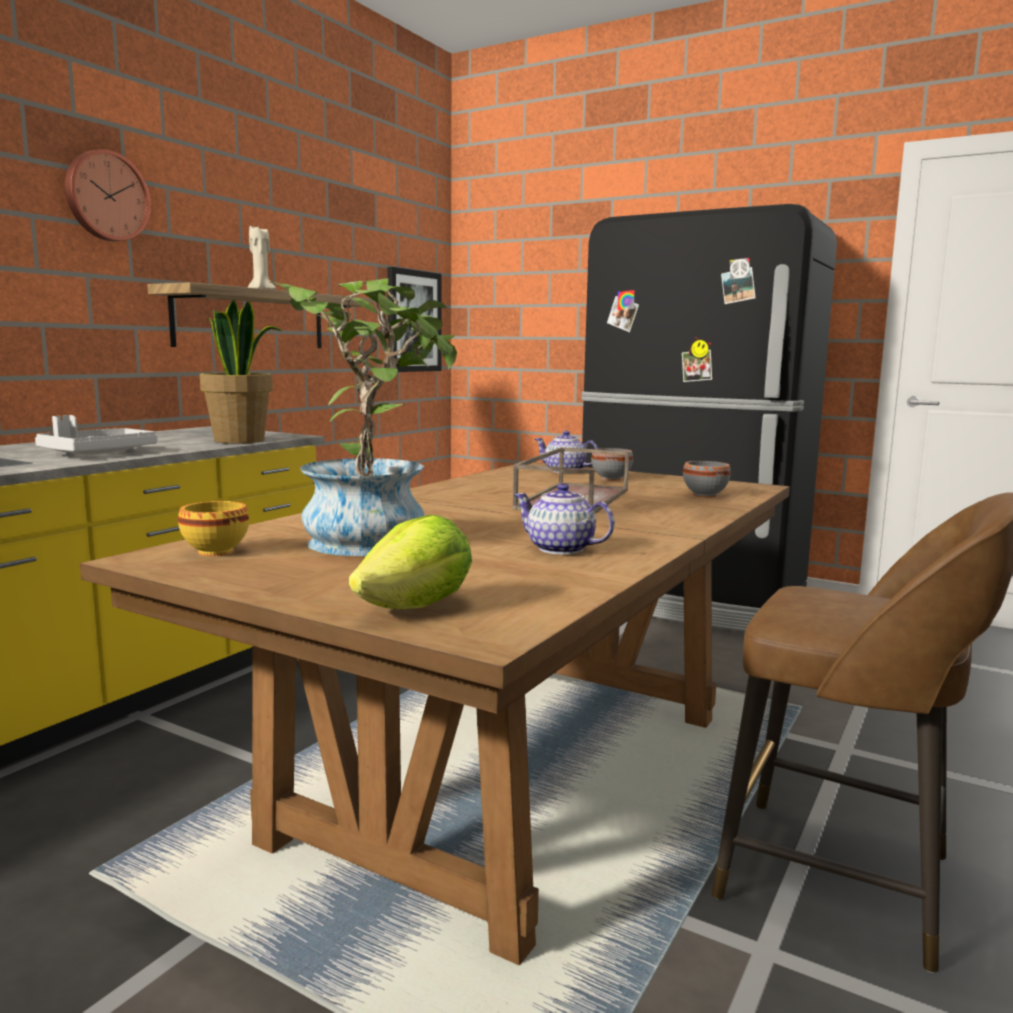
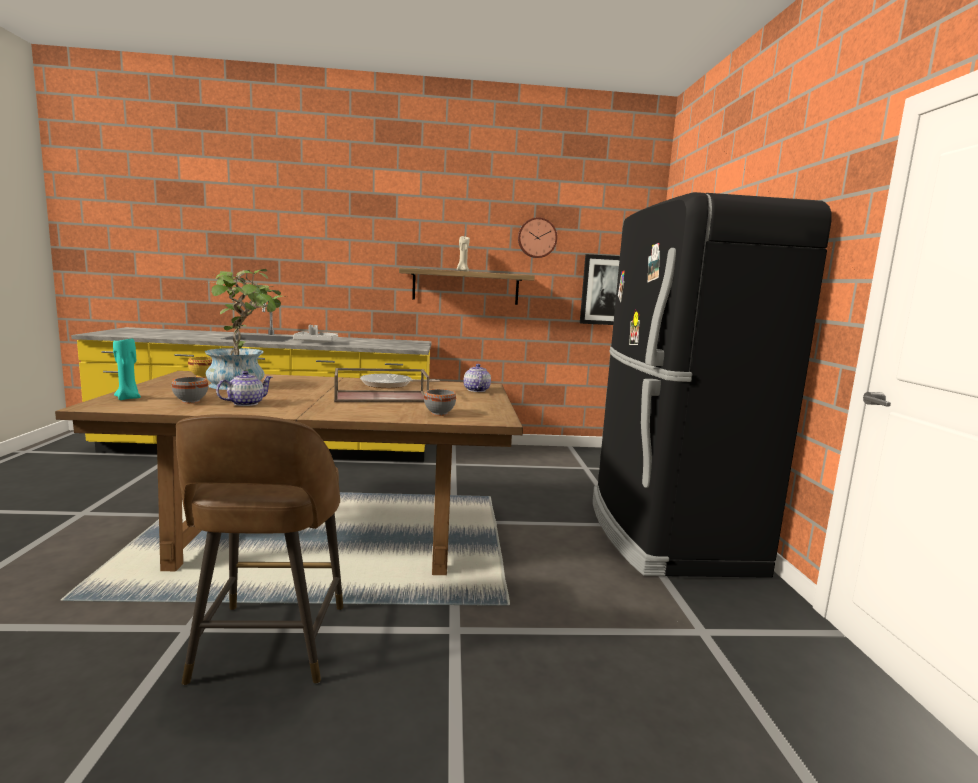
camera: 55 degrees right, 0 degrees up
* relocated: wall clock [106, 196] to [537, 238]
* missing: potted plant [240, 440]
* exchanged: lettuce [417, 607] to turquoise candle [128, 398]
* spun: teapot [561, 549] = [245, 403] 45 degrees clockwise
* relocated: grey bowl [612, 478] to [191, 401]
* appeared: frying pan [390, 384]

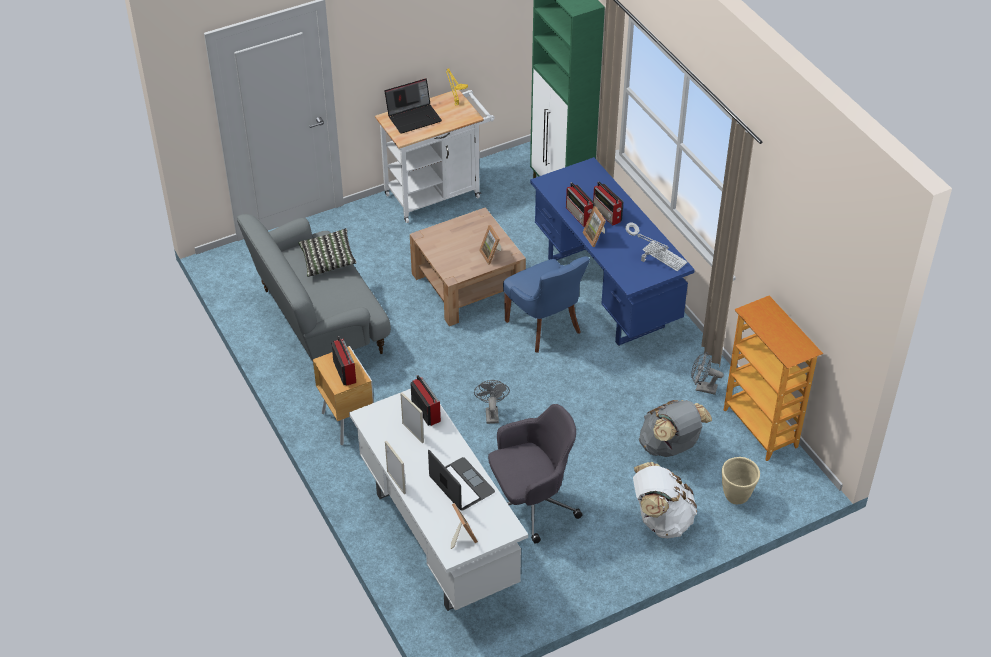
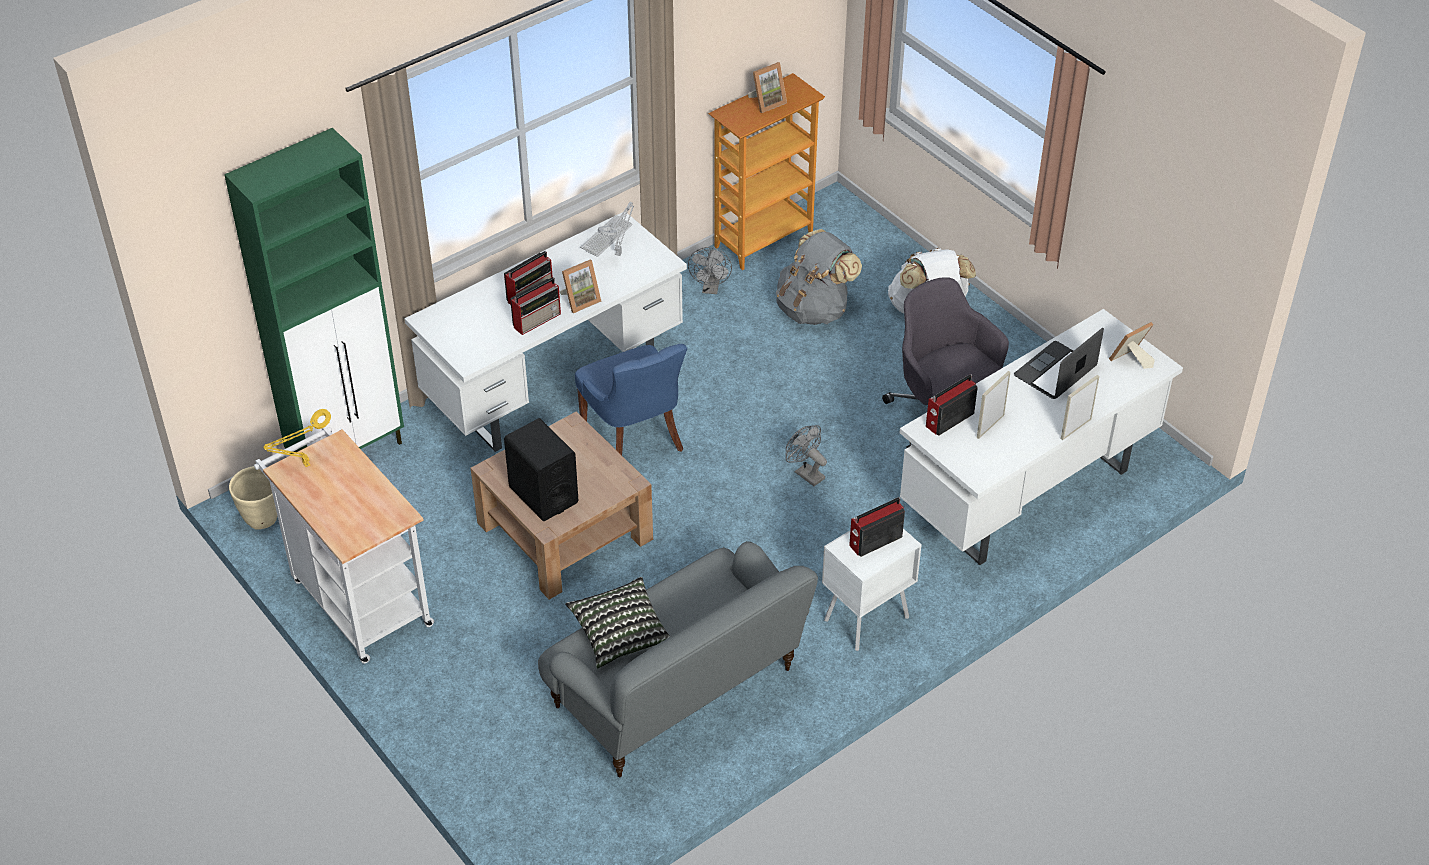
camera: 100 degrees left, 0 degrees up
* colour: brown nightstand [347, 422] to white nightstand [864, 619]
* missing: laptop [414, 117]
* spun: grey fan [491, 413] = [805, 473] 60 degrees clockwise
* relocated: picture frame [492, 255] to [767, 102]
* spun: blue chair [545, 327] = [634, 440] 105 degrees clockwise
* colour: blue desk [606, 292] to white desk [555, 387]
* relocated: beige planter [736, 497] to [262, 519]
* appeared: black speaker [543, 495]

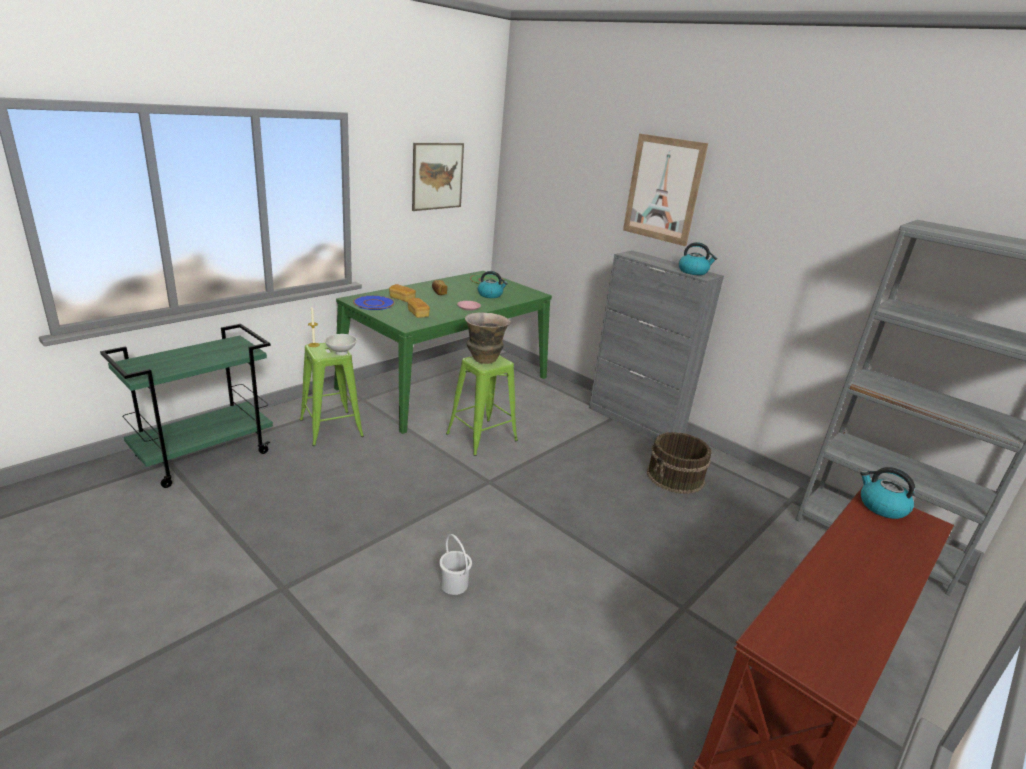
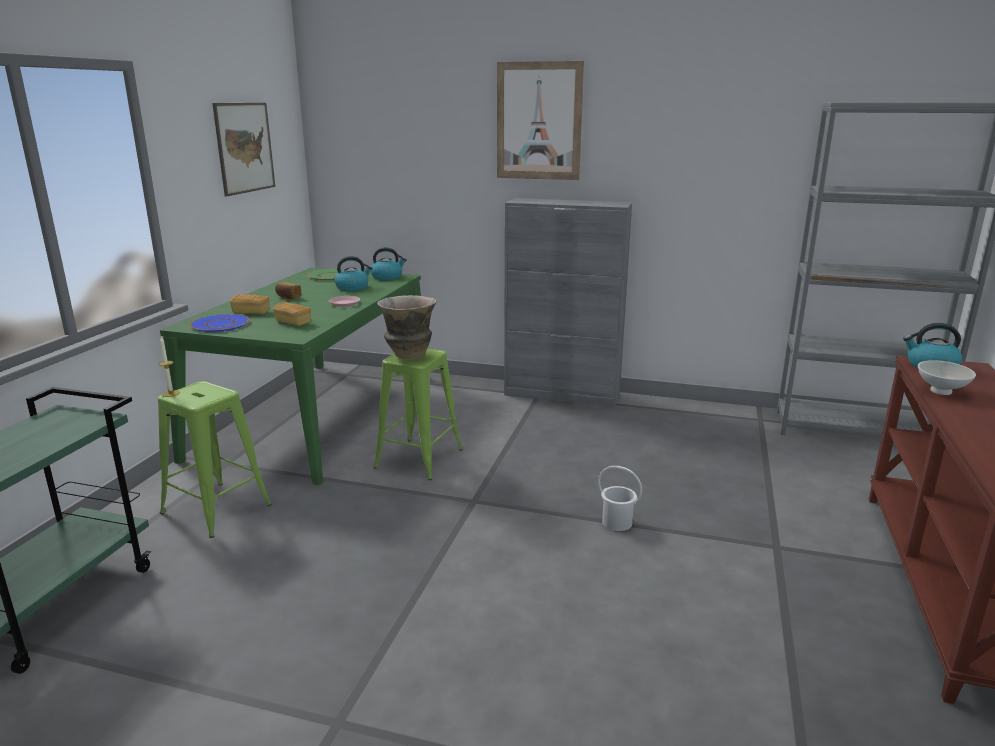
camera: 25 degrees left, 5 degrees down
* relocated: white bowl [341, 353] to [942, 391]
* relocated: white bucket [454, 584] to [617, 522]
* missing: brown bucket [675, 477]
* relocated: kettle [693, 272] to [387, 277]

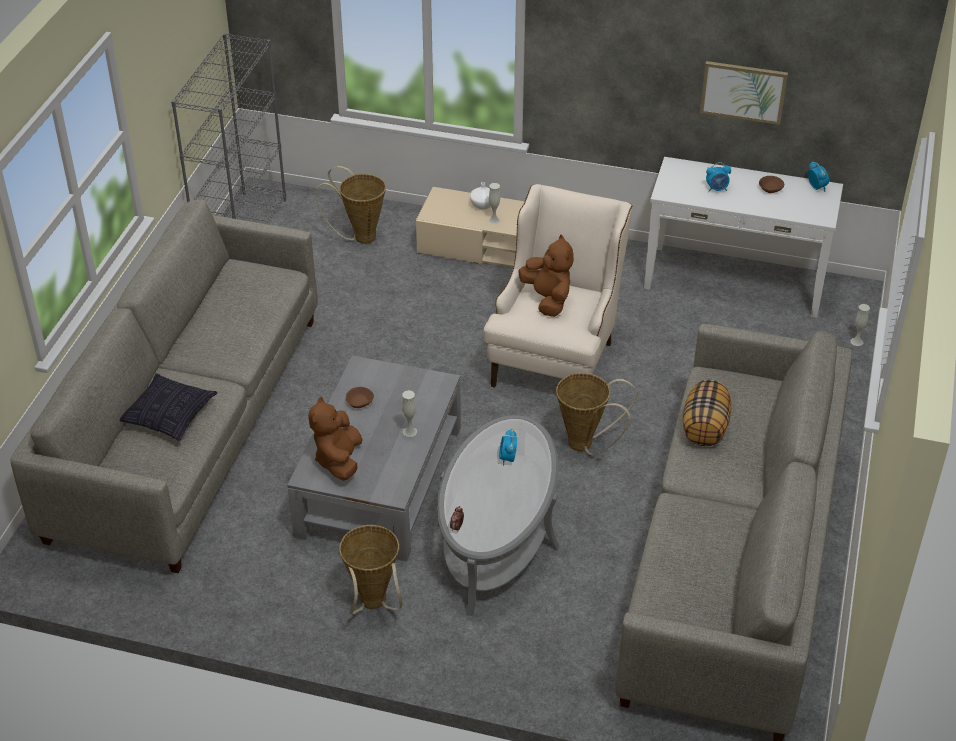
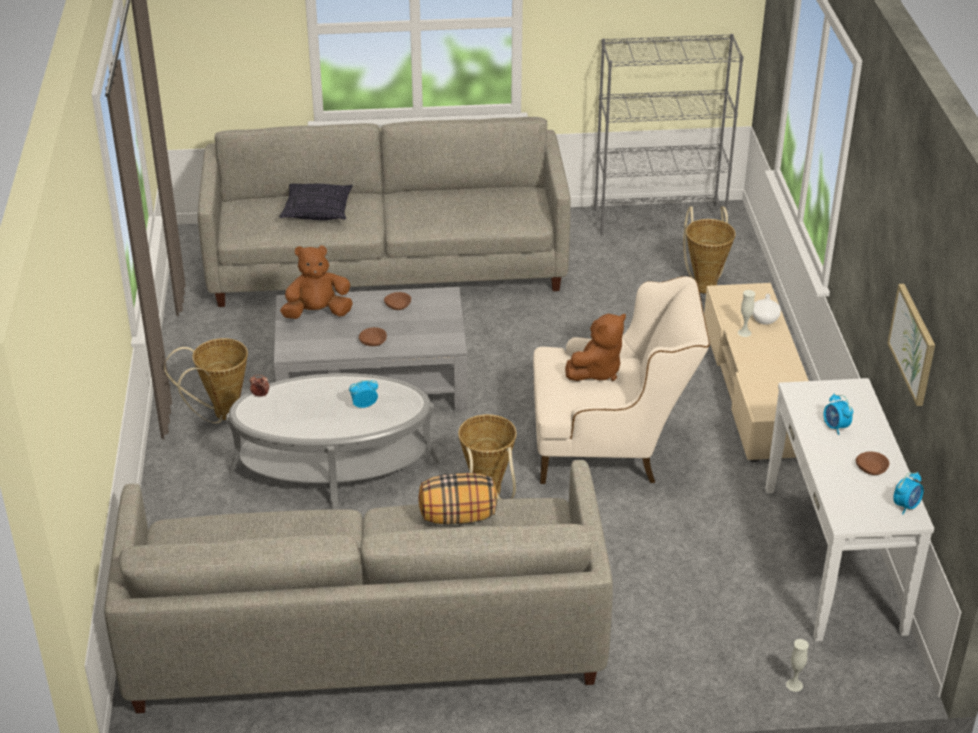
camera: 70 degrees right, 5 degrees down
* exchanged: white vase [410, 431] to brown bowl [373, 342]

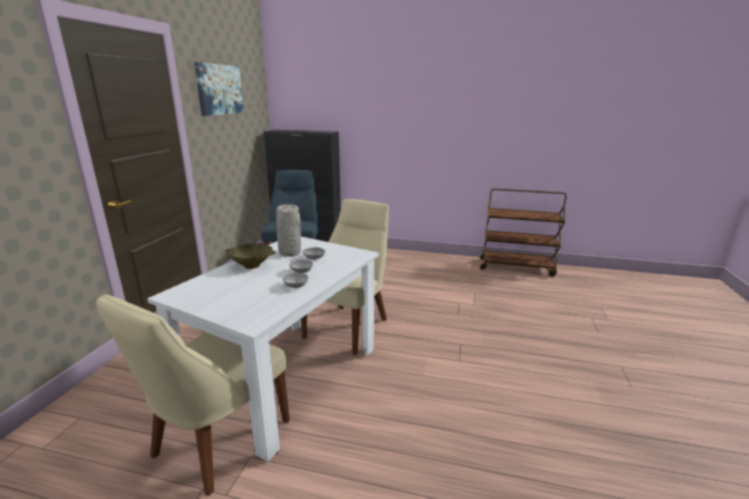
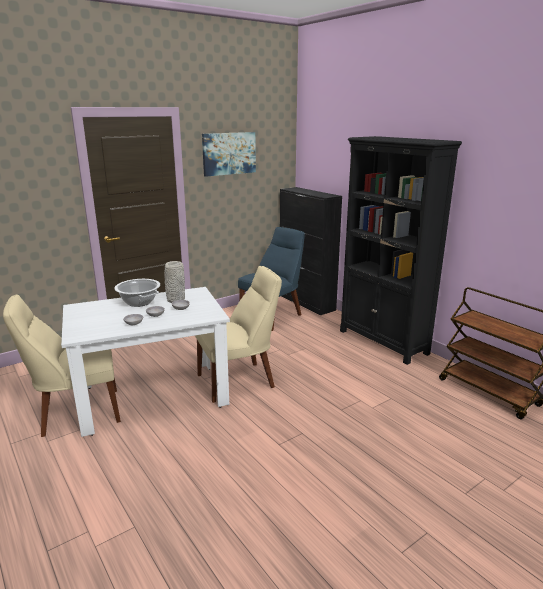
camera: 40 degrees right, 0 degrees up
* exchanged: beige bowl [252, 265] to cooking pot [139, 302]
* appeared: black bookcase [383, 342]

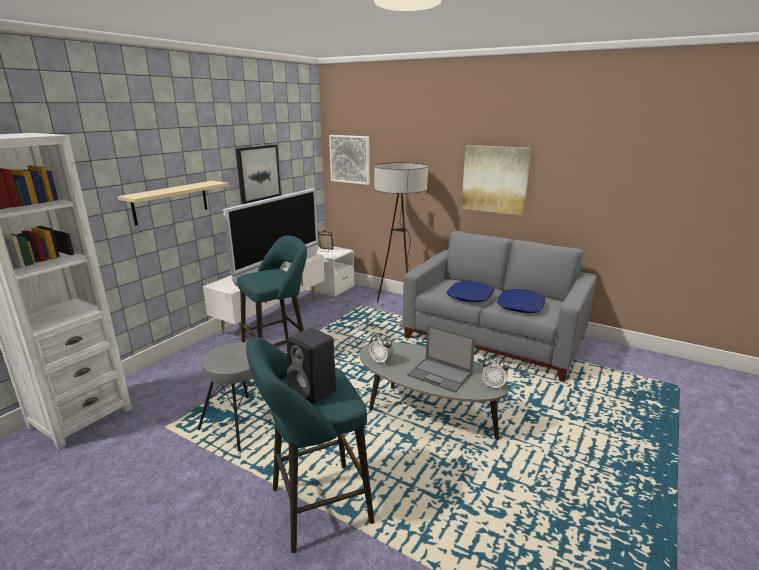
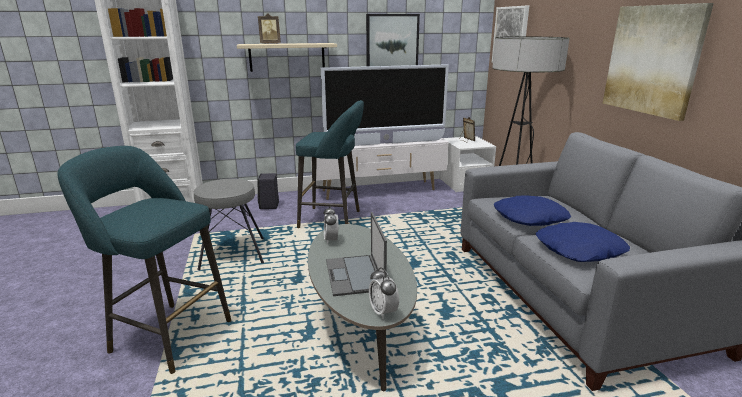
camera: 45 degrees right, 0 degrees up
* relocated: black speaker [314, 391] to [269, 206]
* appeared: picture frame [270, 44]

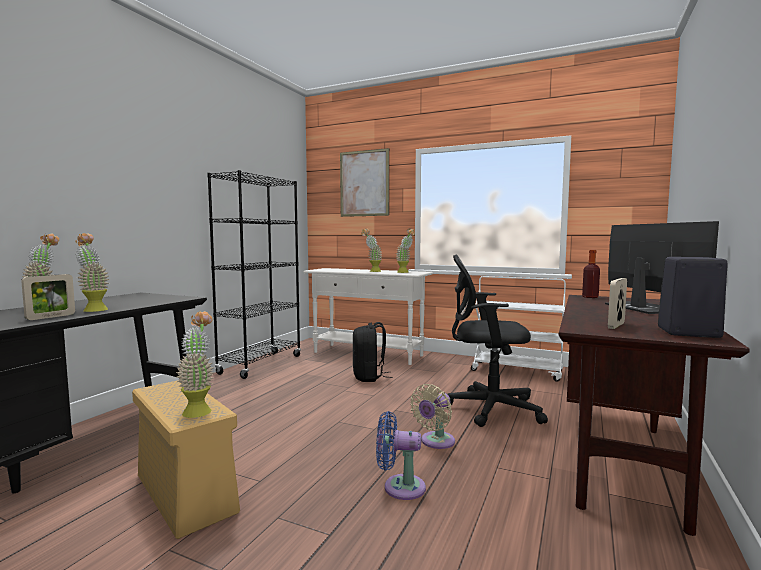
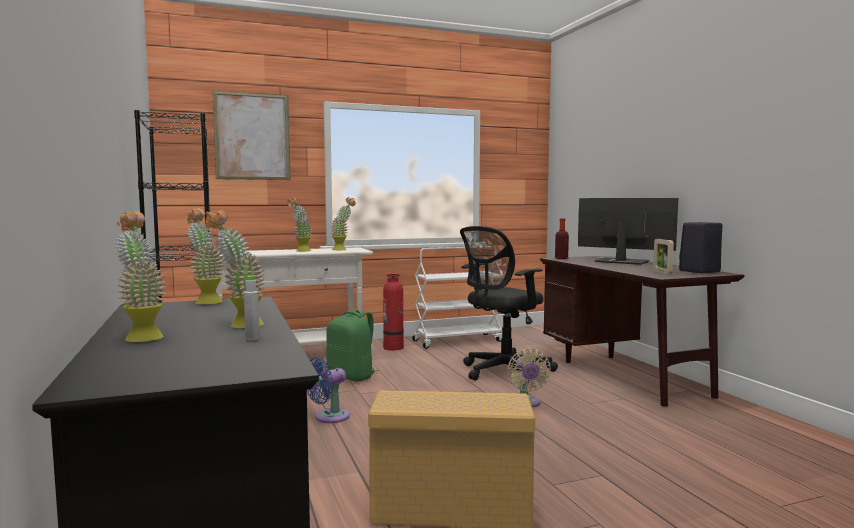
camera: 45 degrees left, 0 degrees up
* exchanged: picture frame [51, 317] to grey bottle [252, 338]
* relocated: potted plant [199, 409] to [205, 301]
* colour: black backpack [369, 377] to green backpack [352, 376]
* relocated: blue fan [399, 487] to [328, 417]
* appeared: fire extinguisher [393, 347]

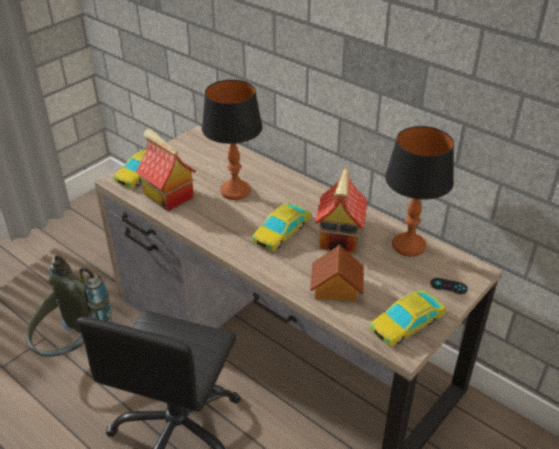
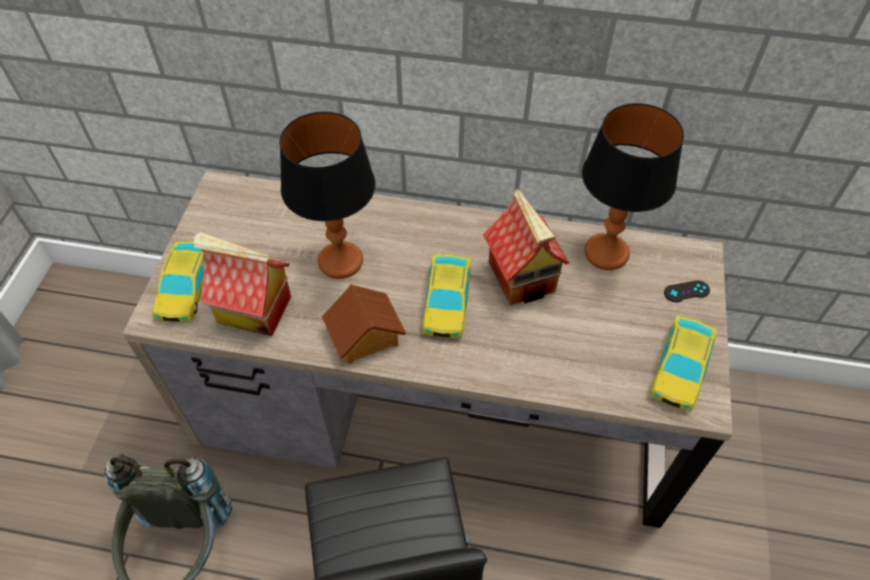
camera: 30 degrees left, 15 degrees up
* relocated: toy house [336, 288] to [364, 336]

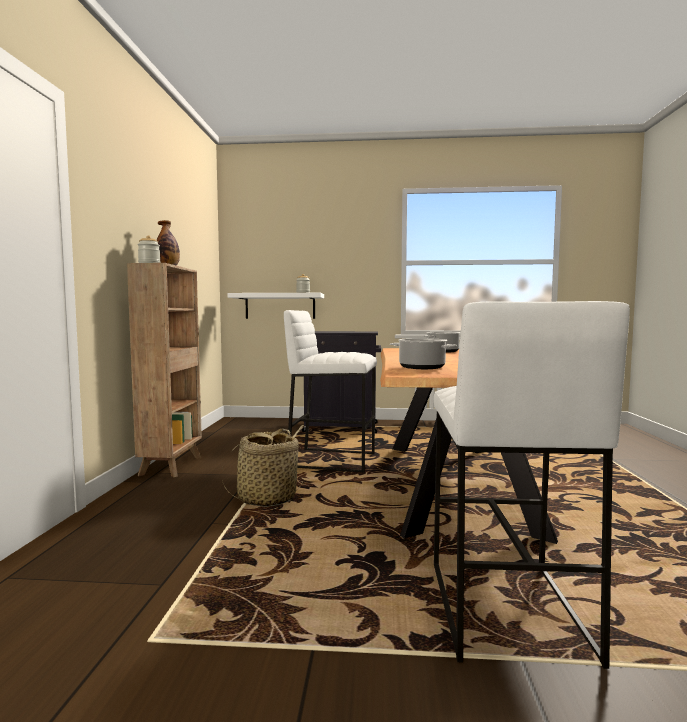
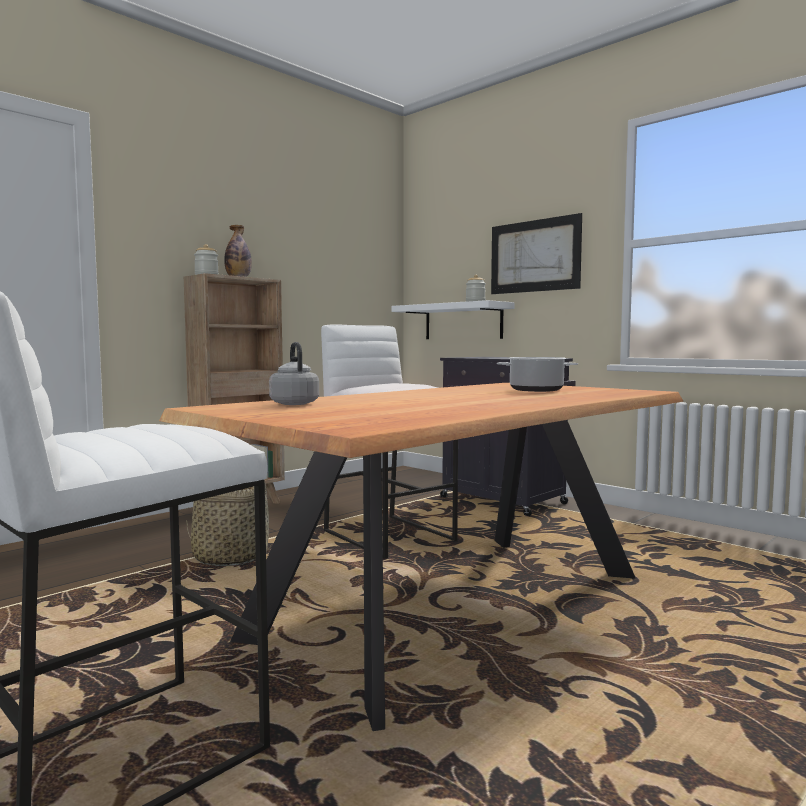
camera: 40 degrees right, 0 degrees up
* exchanged: cooking pot [421, 367] to grey kettle [294, 403]
* appeared: picture [534, 256]

